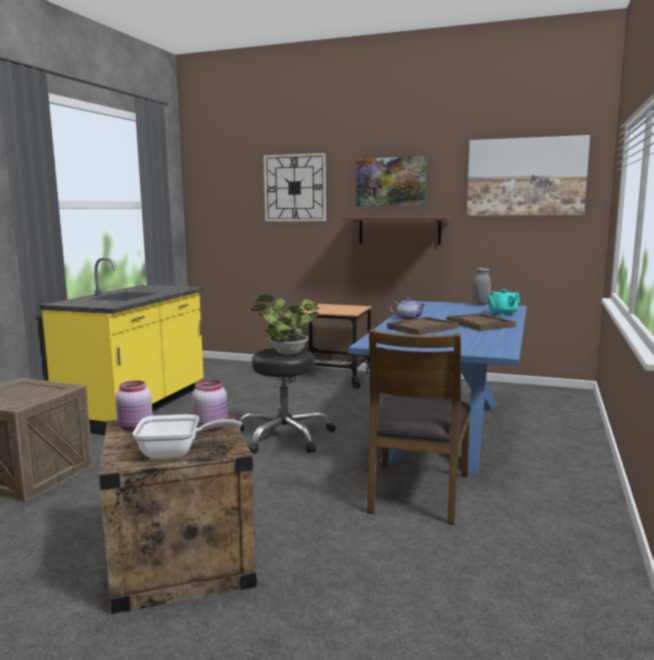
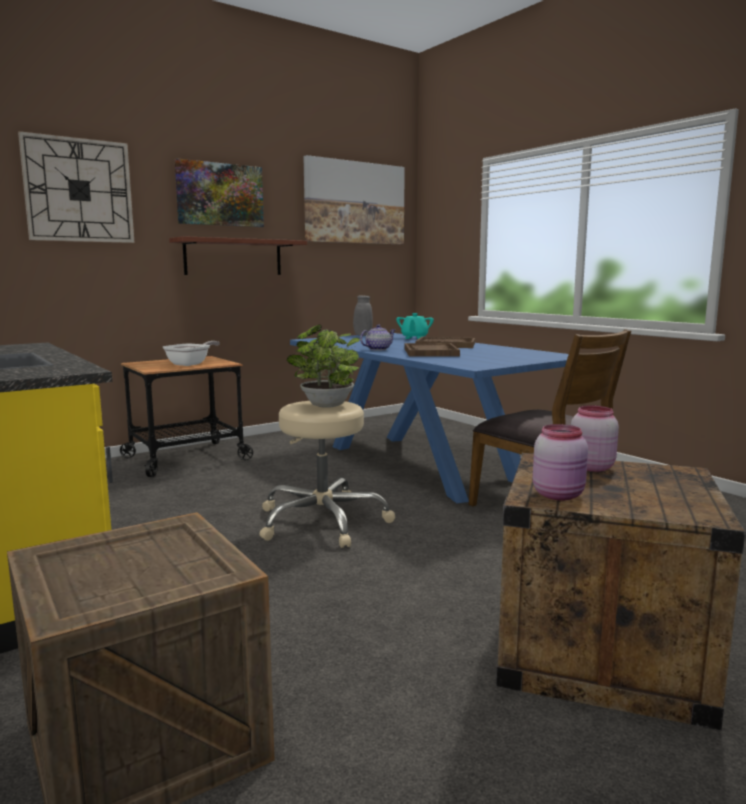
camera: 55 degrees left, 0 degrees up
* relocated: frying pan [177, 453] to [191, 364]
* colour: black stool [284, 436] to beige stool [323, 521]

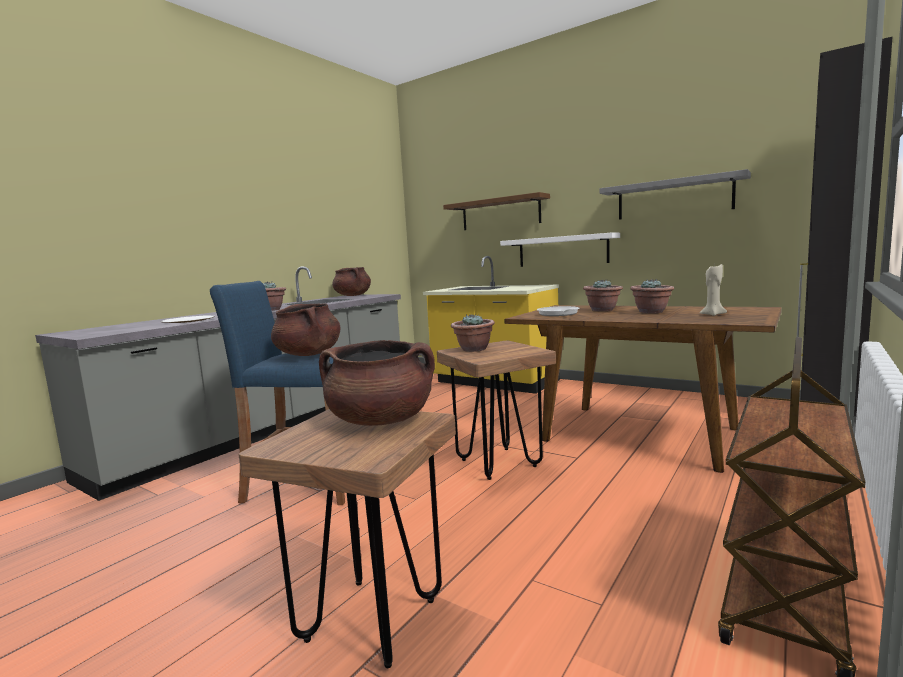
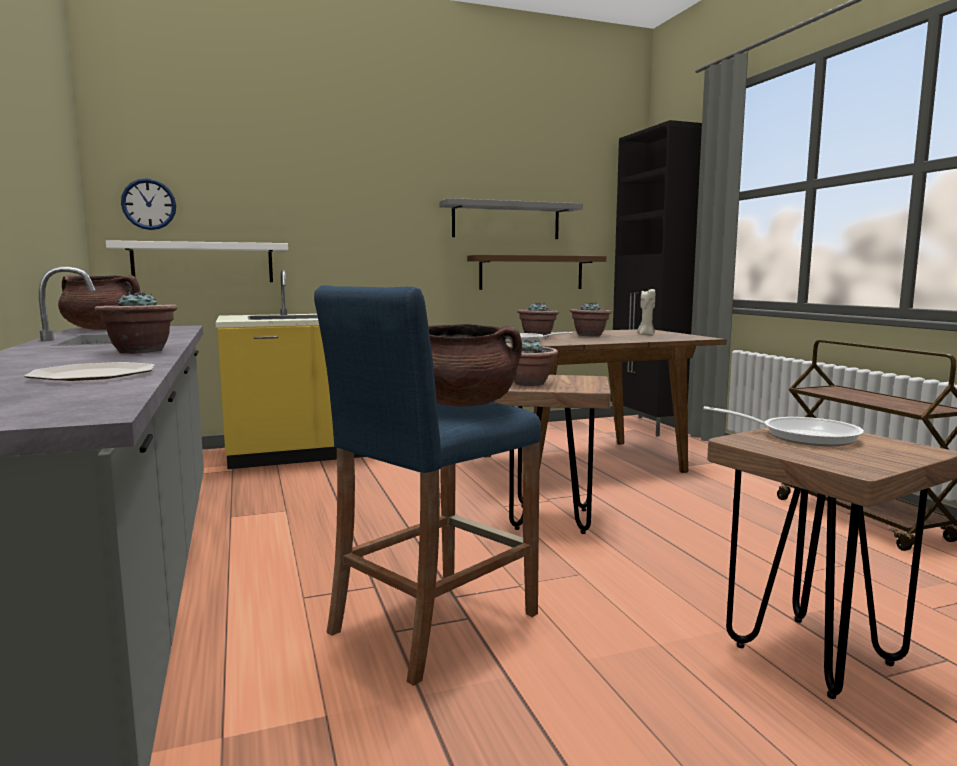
camera: 55 degrees left, 0 degrees up
* exchanged: brown cooking pot [381, 421] to frying pan [800, 436]
* relocated: brown shelf [500, 213] to [531, 272]
* relocated: white shelf [562, 251] to [203, 263]
* appeared: wall clock [149, 204]

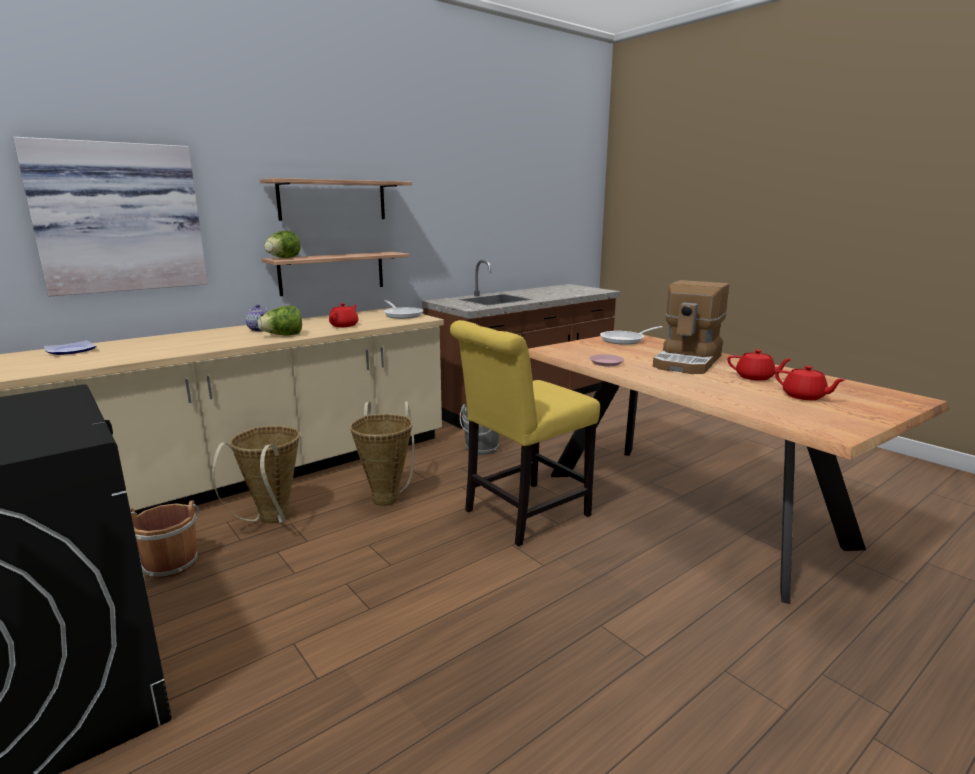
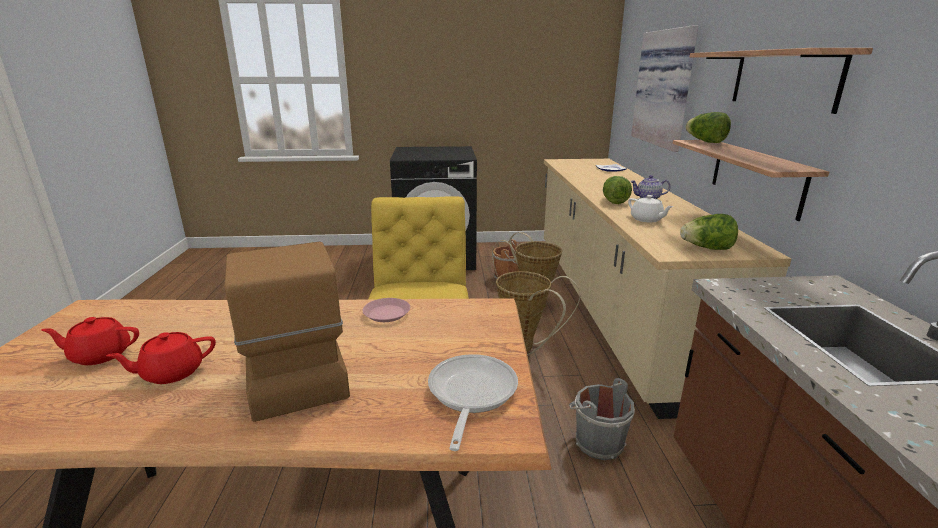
camera: 125 degrees right, 5 degrees up
* colour: red teapot [344, 325] to white teapot [647, 219]
* exchanged: frying pan [402, 315] to lettuce [707, 248]

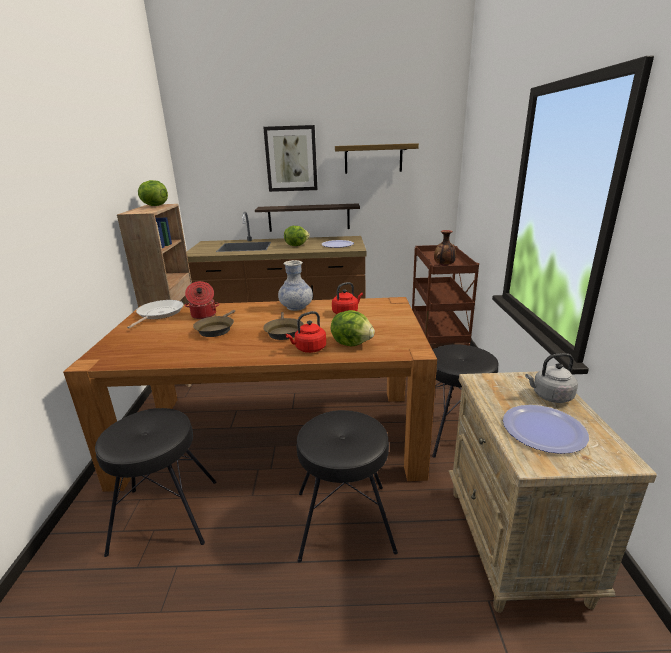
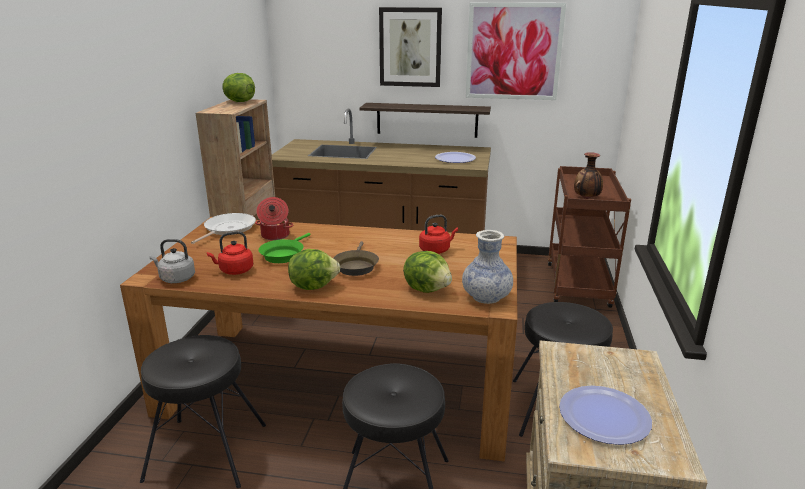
camera: 10 degrees right, 0 degrees up
* colour: brown frying pan [216, 329] to green frying pan [284, 254]
* relocated: vase [296, 307] to [486, 297]
* relocated: lettuce [296, 245] to [313, 286]
* relocated: red kettle [309, 349] to [234, 271]
* exchanged: shelf [373, 158] to picture [513, 52]
* relocated: grey kettle [550, 396] to [175, 278]

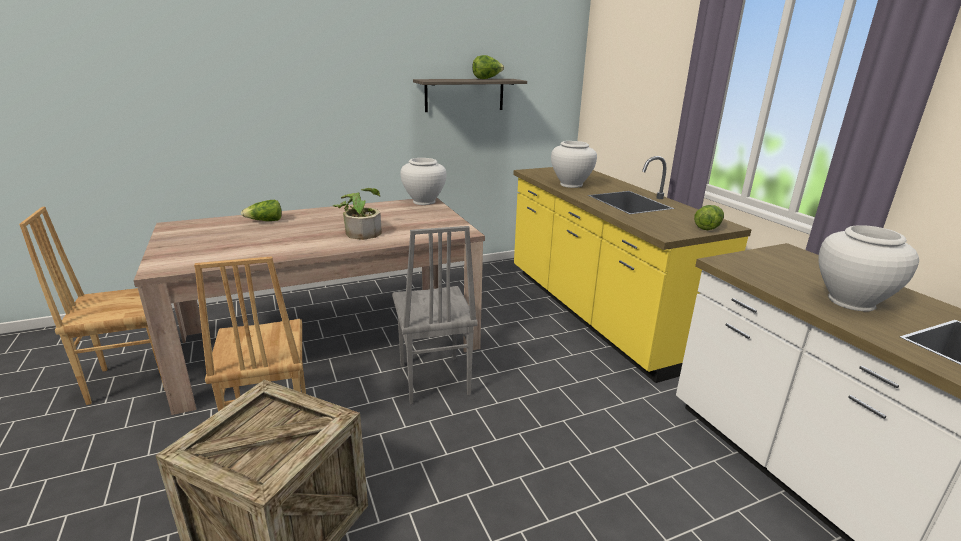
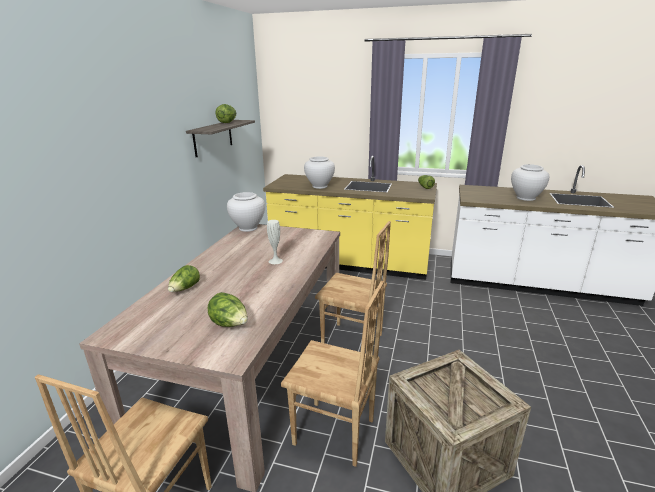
camera: 50 degrees left, 0 degrees up
* exchanged: potted plant [361, 232] to white vase [275, 261]
* colour: grey chair [432, 380] to brown chair [352, 341]
* appeared: lettuce [230, 324]

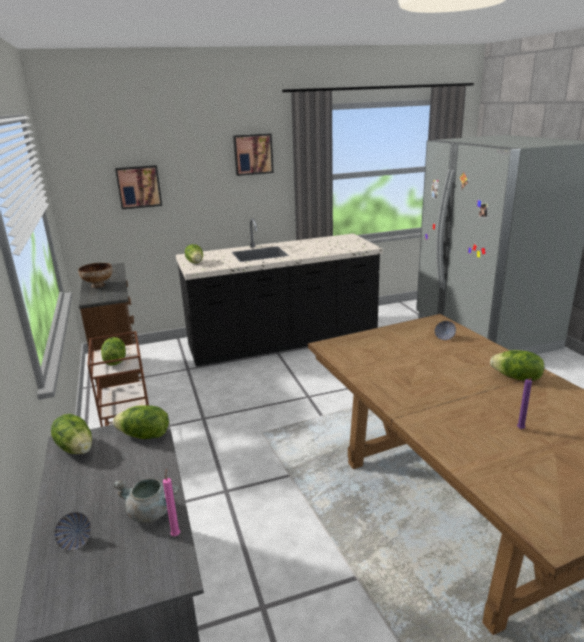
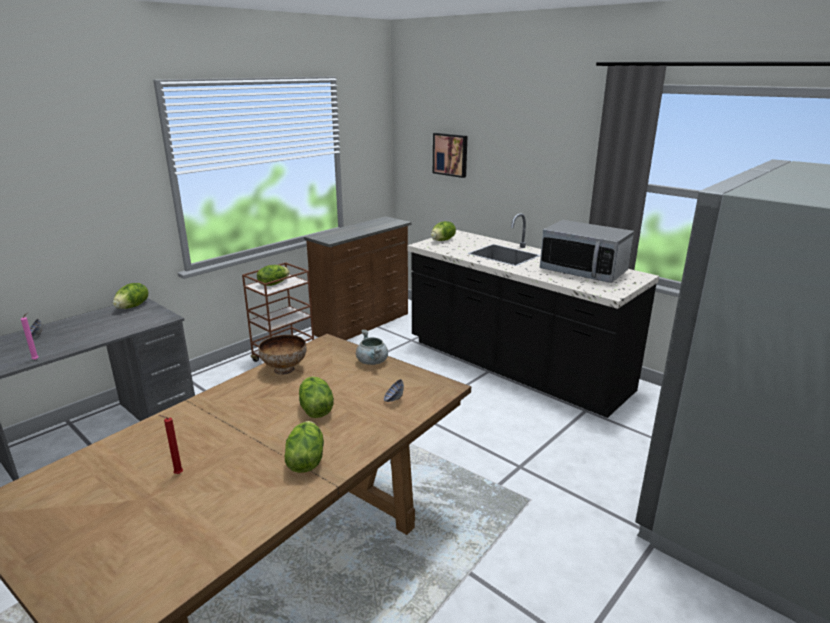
camera: 60 degrees right, 0 degrees up
* relocated: bowl [98, 285] to [285, 370]
* relocated: lettuce [144, 436] to [315, 410]
* relocated: grey cooking pot [151, 512] to [373, 362]
* missing: picture [253, 154]
* colour: purple candle [521, 430] to red candle [177, 474]
* appeared: microwave [583, 271]

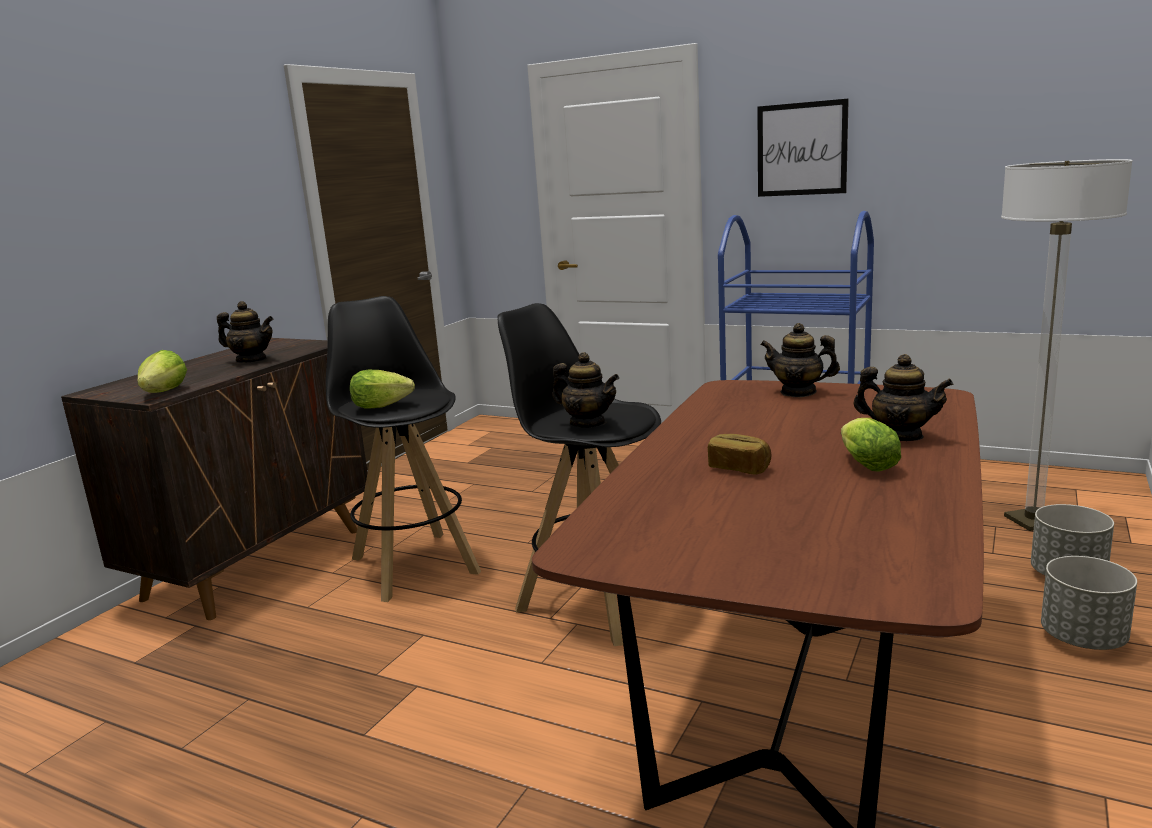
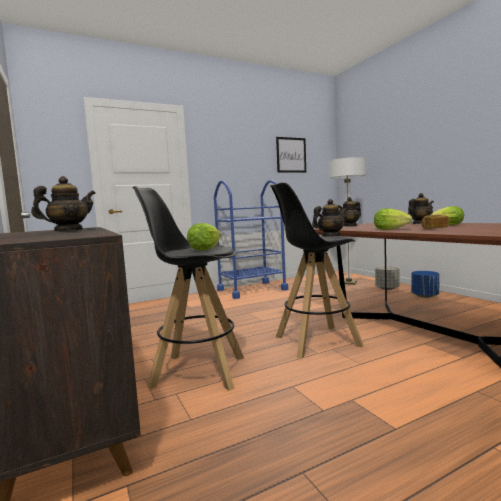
camera: 55 degrees left, 10 degrees down
* relocated: lettuce [165, 392] to [390, 229]
* relocated: picture [801, 149] to [291, 155]
* colour: grey planter [1083, 639] to blue planter [425, 296]

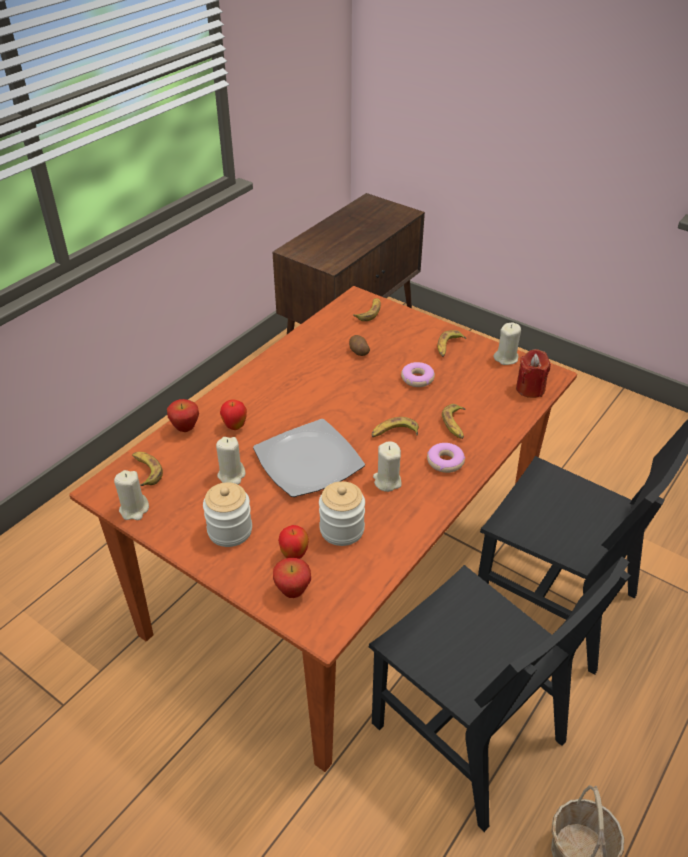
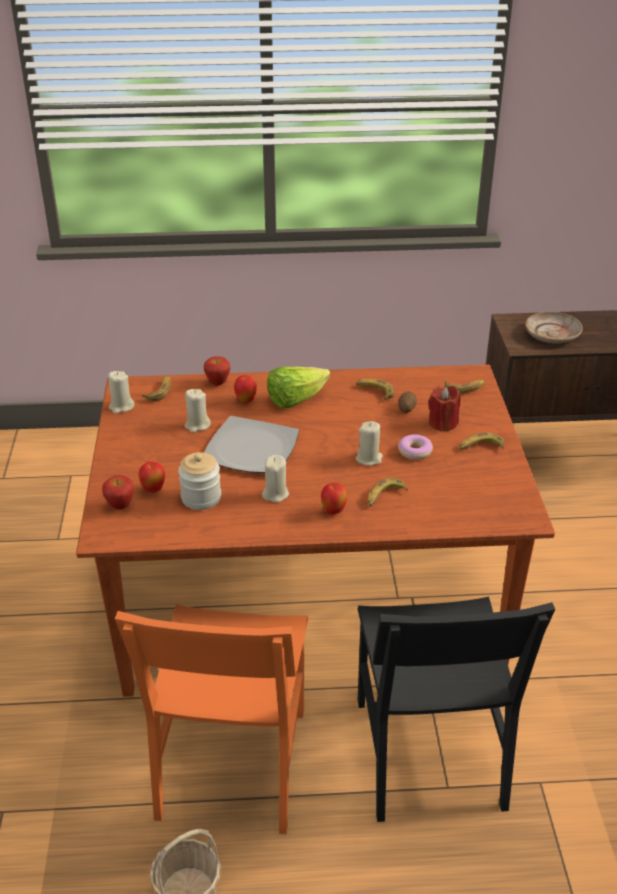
camera: 50 degrees right, 5 degrees down
* missing: jar [230, 530]
* colour: black chair [467, 733] to orange chair [232, 762]
* relocated: banana [394, 433] to [375, 391]
* exchanged: donut [445, 462] to apple [333, 511]
* relocated: beige candle [506, 358] to [369, 458]
* relocated: red candle [530, 389] to [442, 423]
* appeared: lettuce [295, 400]
* appeared: beige plate [552, 335]

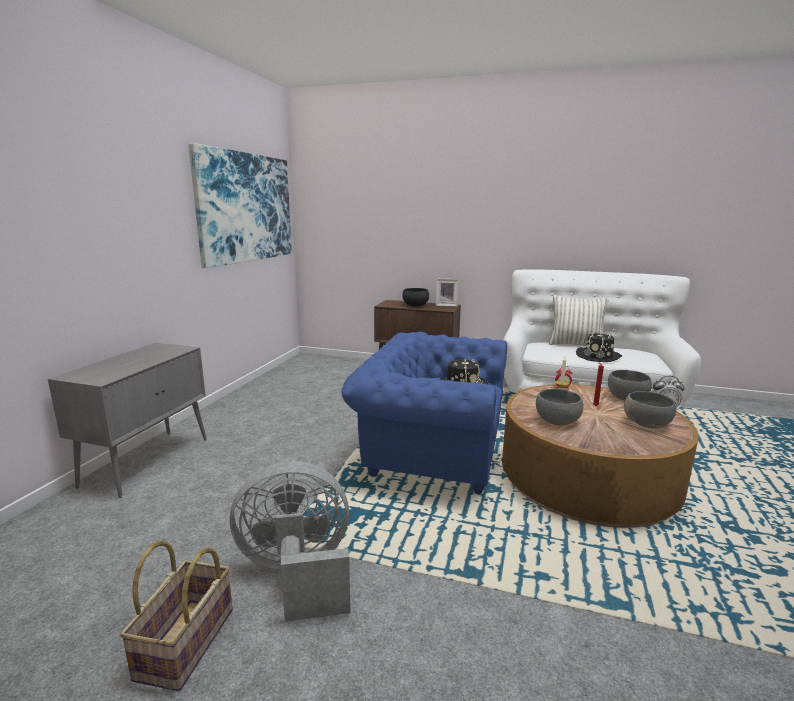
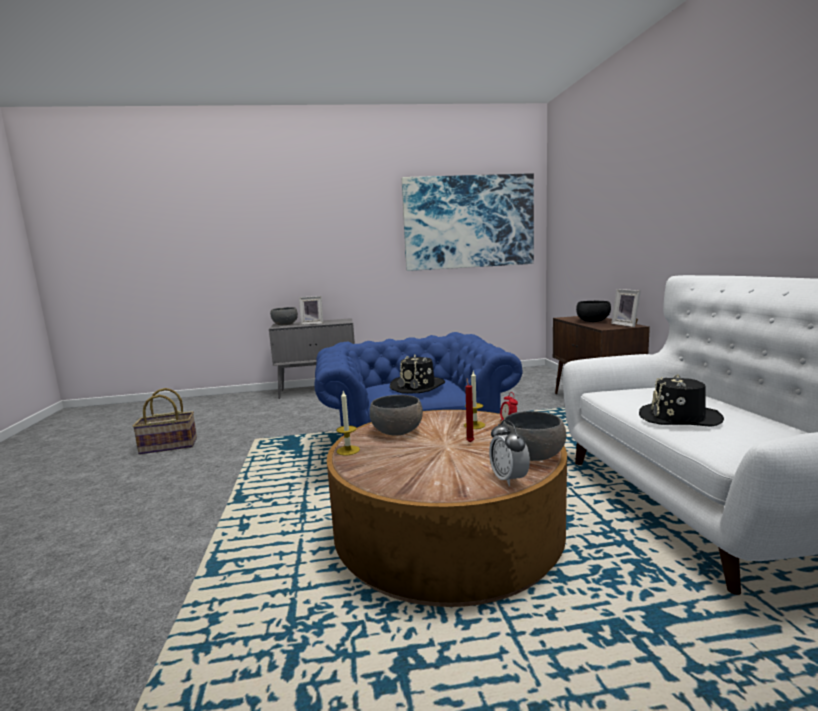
camera: 65 degrees right, 5 degrees down
* missing: grey fan [297, 575]
* missing: pillow [576, 345]
* relocated: grey bowl [646, 423] to [285, 324]
* appeared: picture frame [312, 323]
* appeared: candle [348, 450]

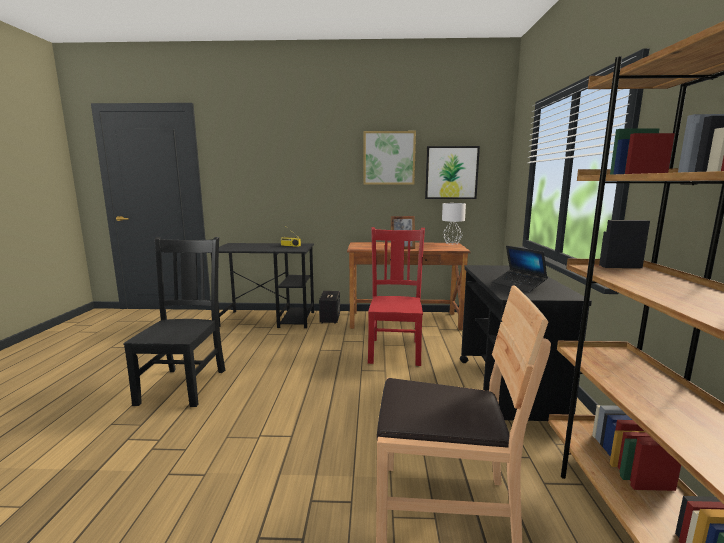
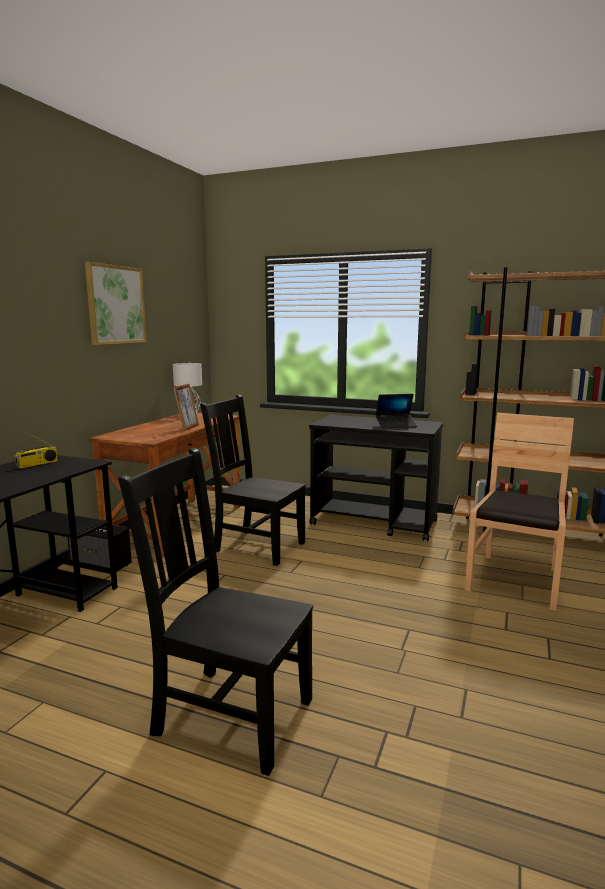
camera: 70 degrees left, 0 degrees up
* colour: red chair [395, 350] to black chair [256, 546]
* missing: picture [451, 173]

